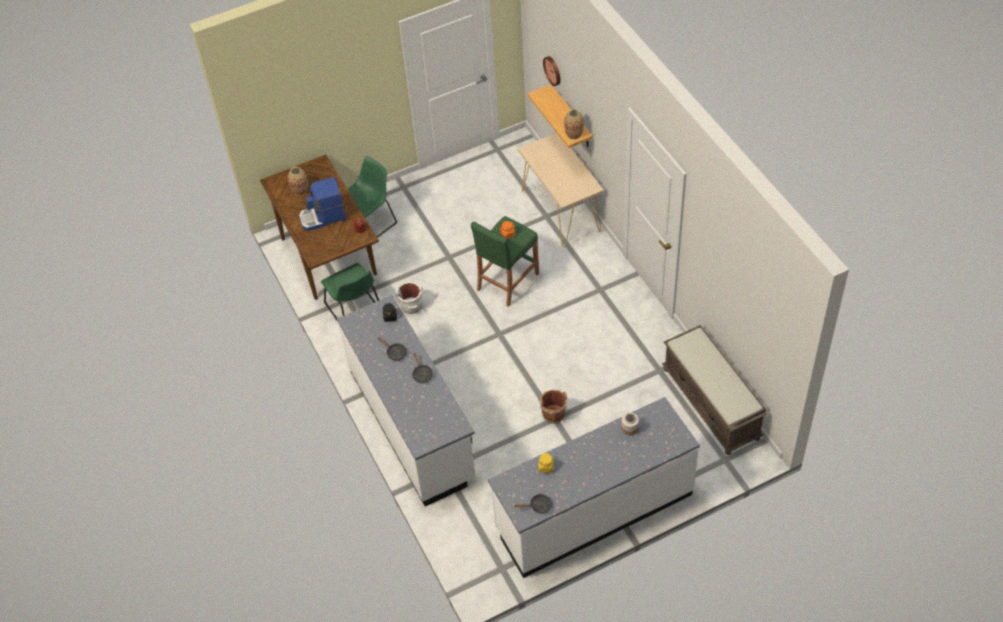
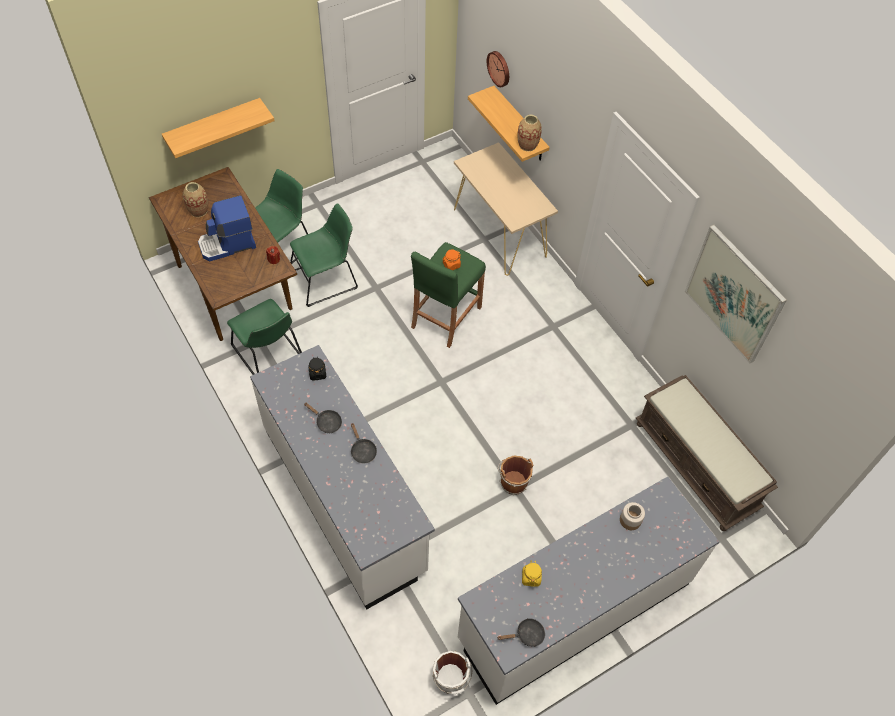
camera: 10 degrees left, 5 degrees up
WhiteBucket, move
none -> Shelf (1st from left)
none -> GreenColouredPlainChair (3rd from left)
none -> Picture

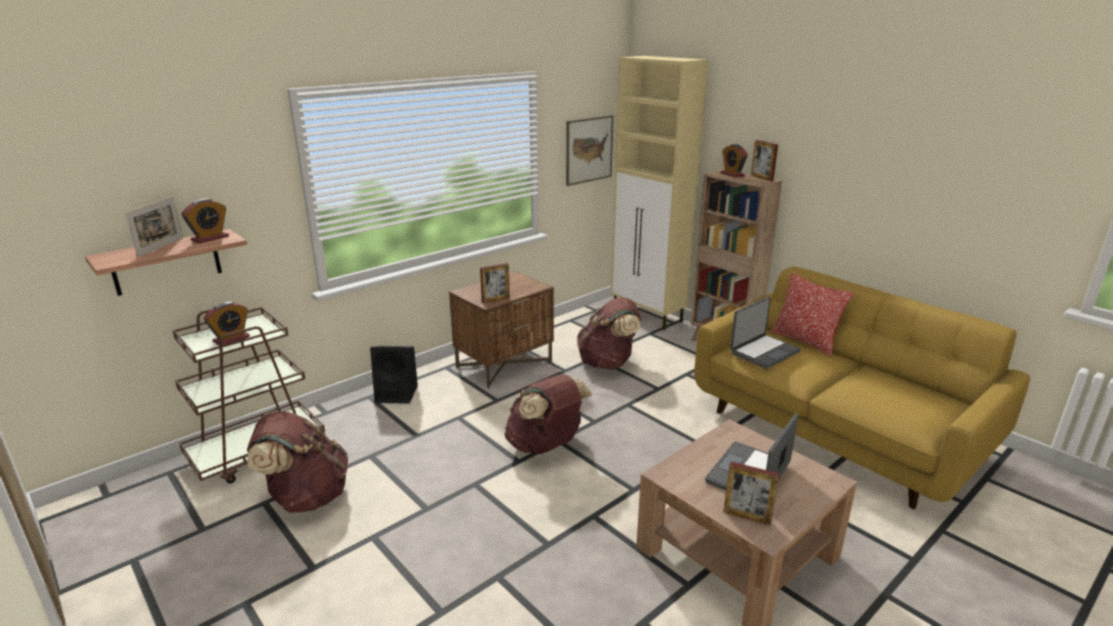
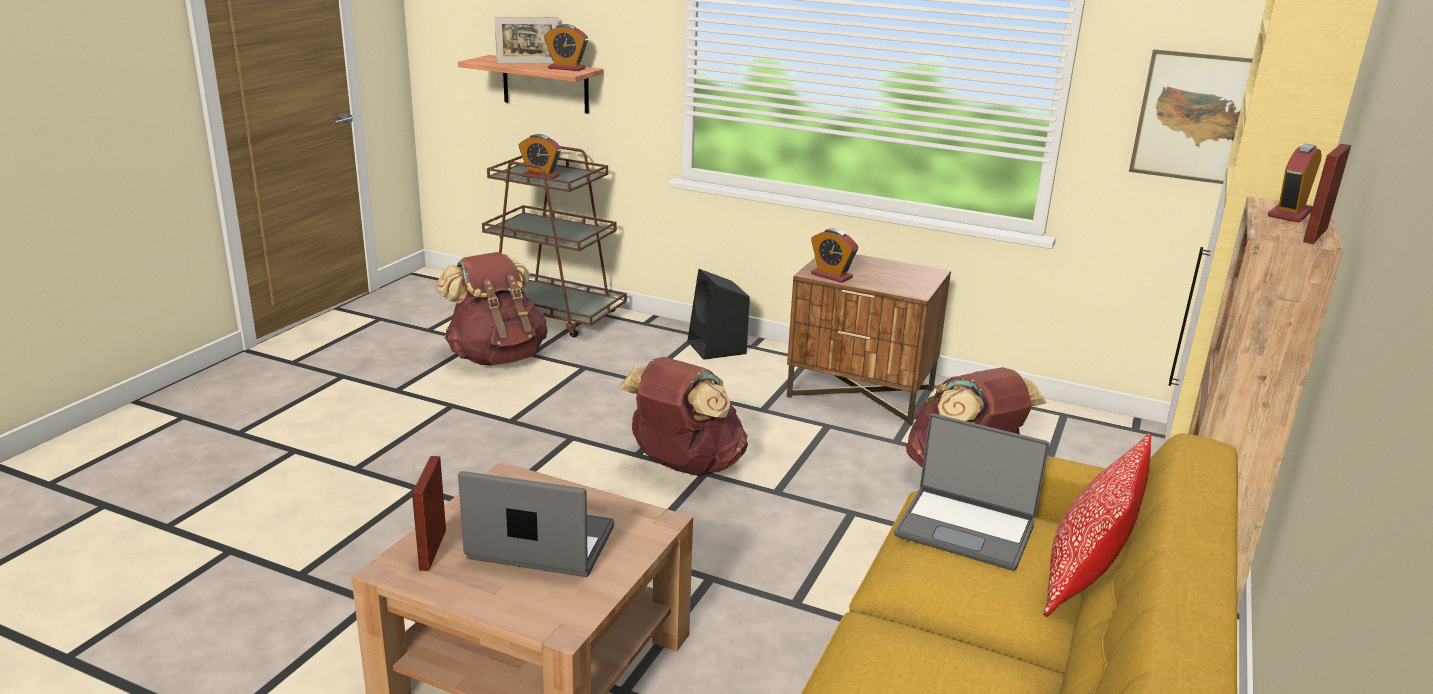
camera: 65 degrees right, 0 degrees up
PictureFrame (2nd from left) -> AlarmClock (3rd from left)

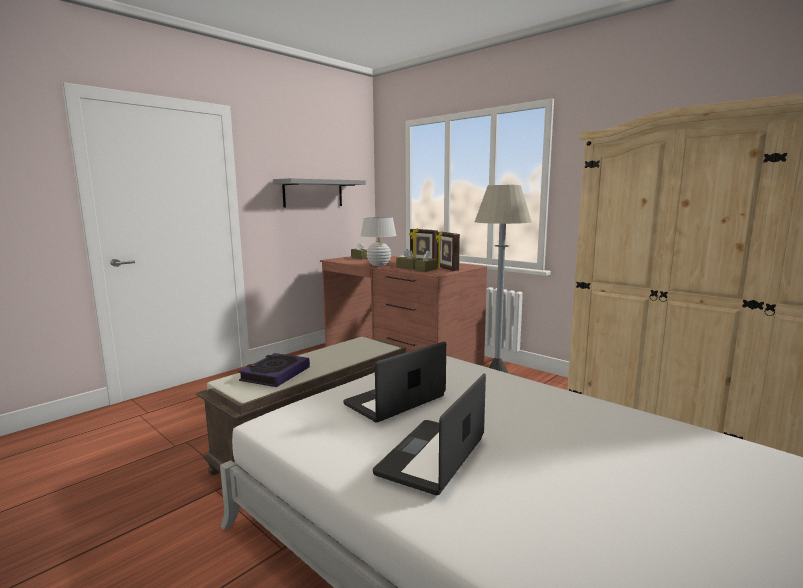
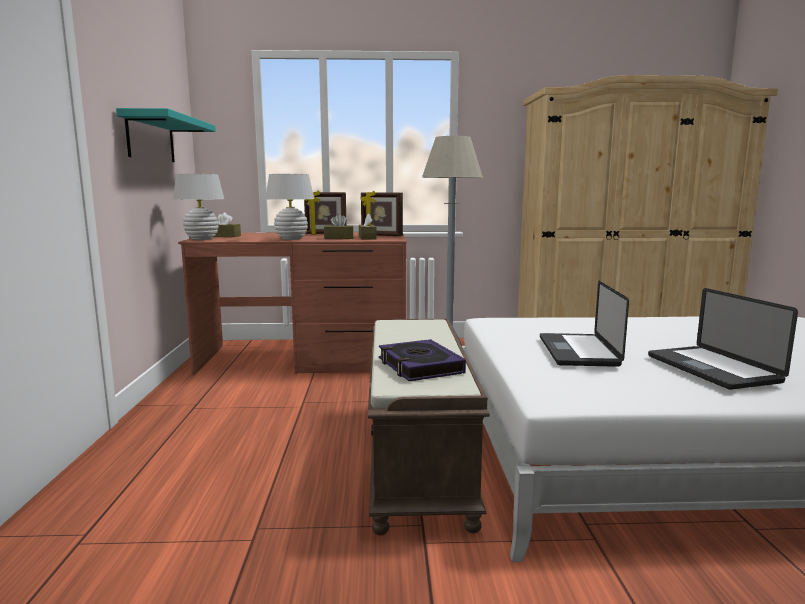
camera: 45 degrees left, 0 degrees up
GreyishShelf -> TurquoiseColouredShelf
none -> WhiteTabletopLamp (1st from left)

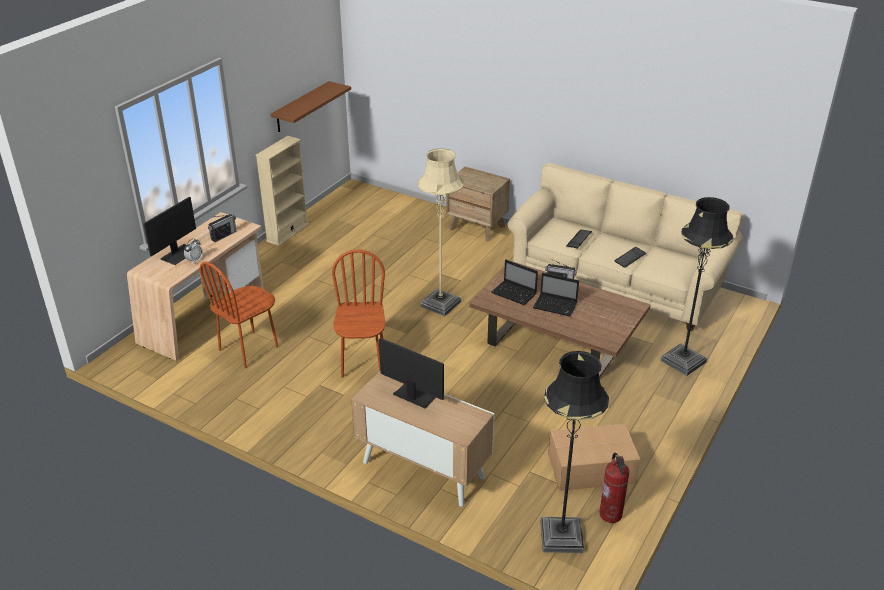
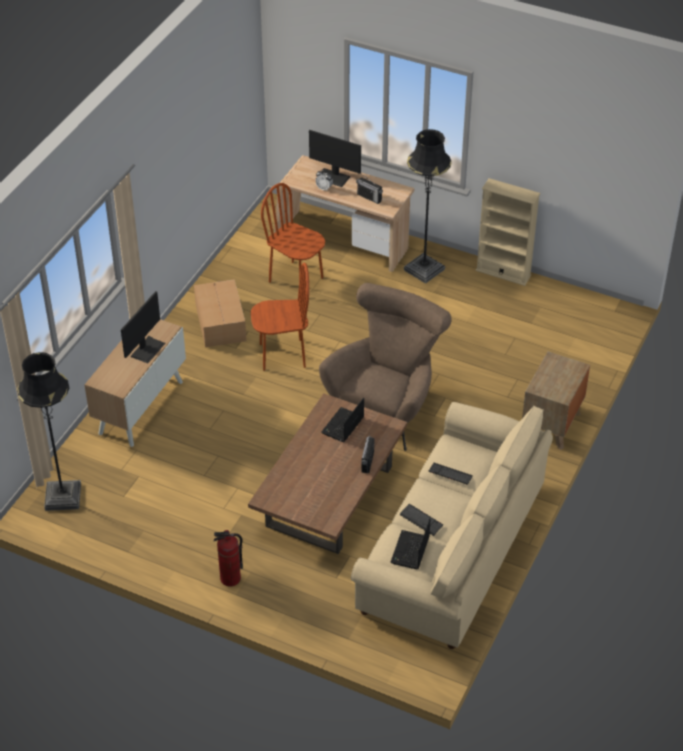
camera: 85 degrees right, 10 degrees up
BrownishShelf -> none
BeigeStandingLamp -> BrownishArmchair
BlackishStandingLamp (2nd from left), move
Laptop (2nd from left), move
Carton, move
FireExtinguisher, move

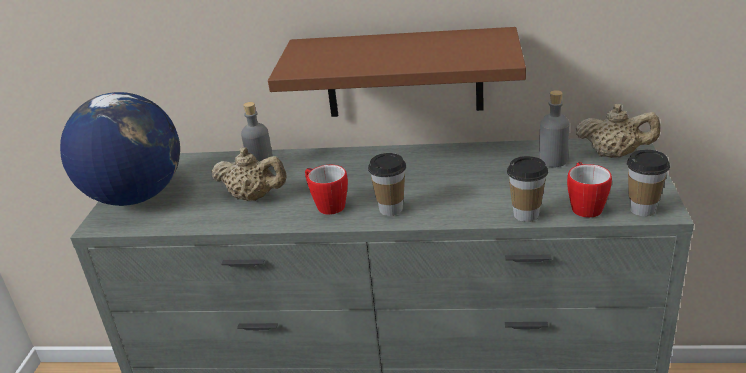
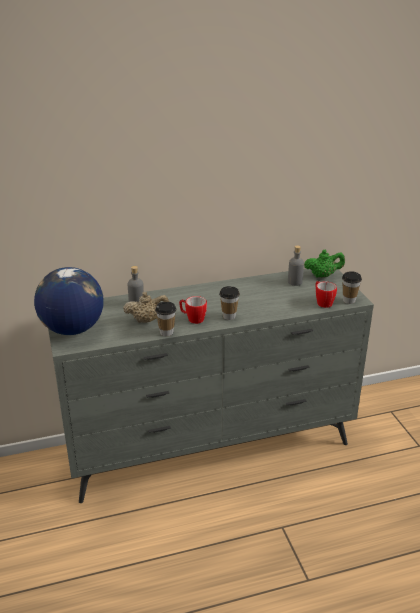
camera: 25 degrees left, 0 degrees up
BrownishShelf -> none
BeigeTeapot (2nd from left) -> GreenColouredTeapot
SmallCup (2nd from left in the first image) -> SmallCup (1st from left), move

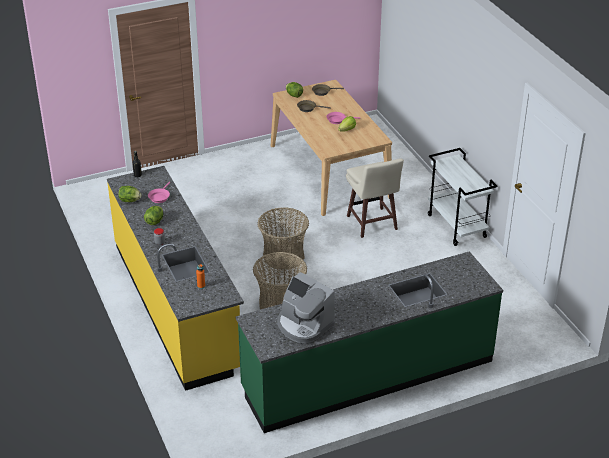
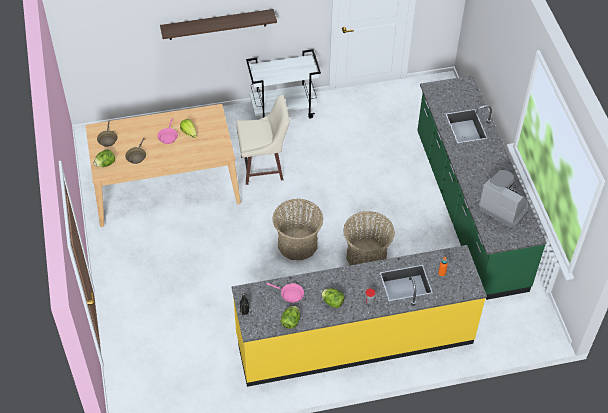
camera: 80 degrees left, 15 degrees up
CoffeeMachine, 105 degrees counterclockwise
none -> Shelf

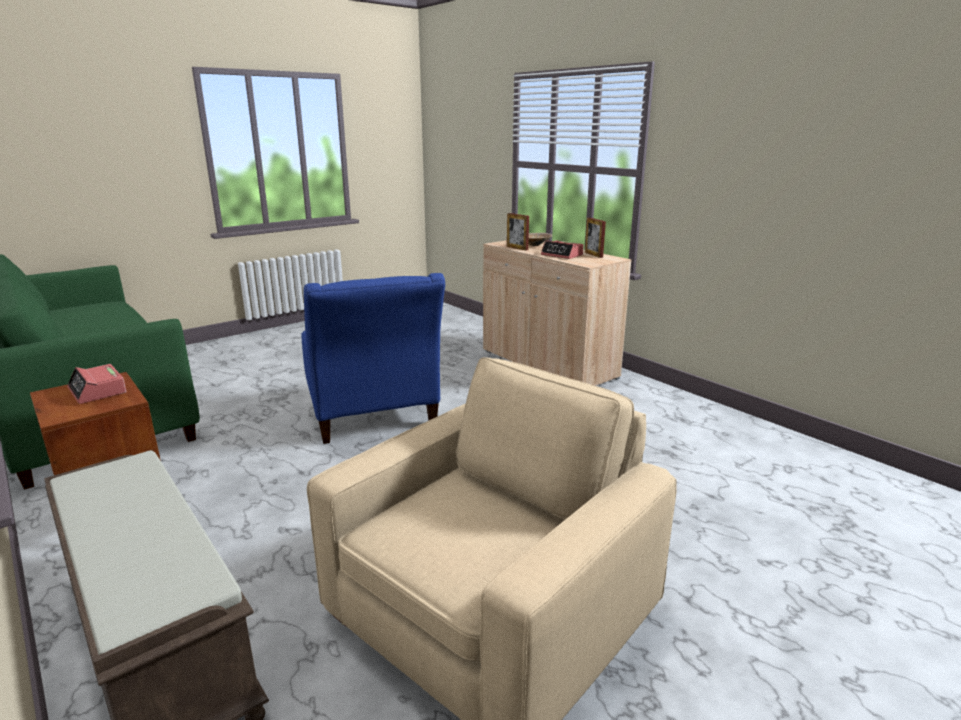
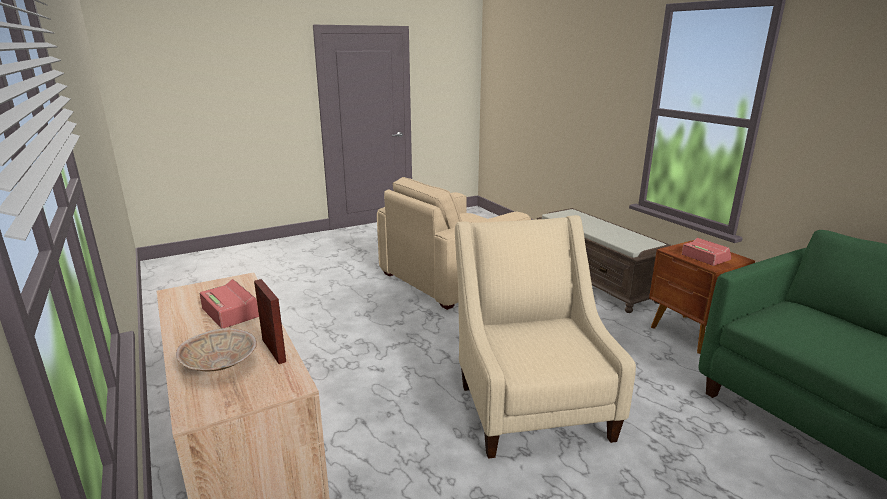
camera: 170 degrees left, 0 degrees up
PictureFrame (2nd from left) -> none
BlueArmchair -> BeigeArmchair (2nd from left)

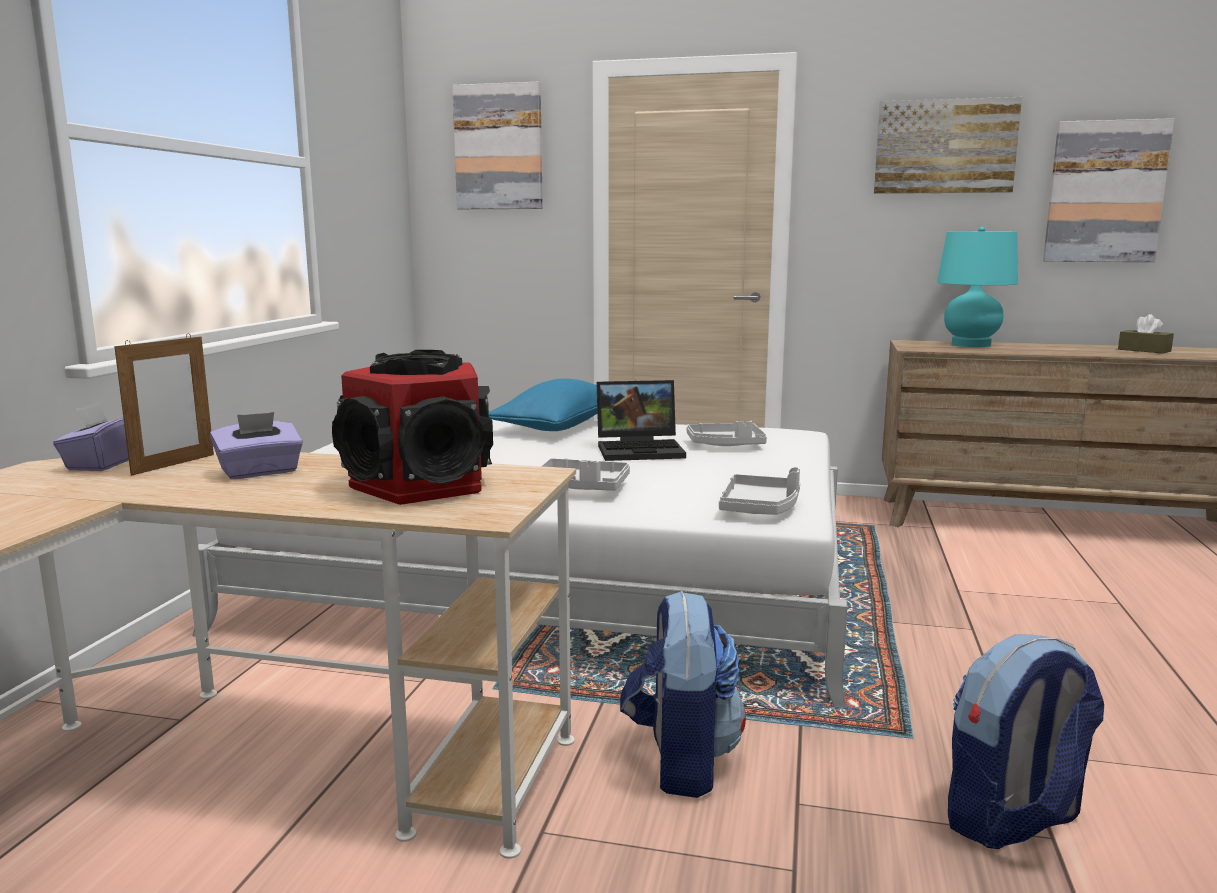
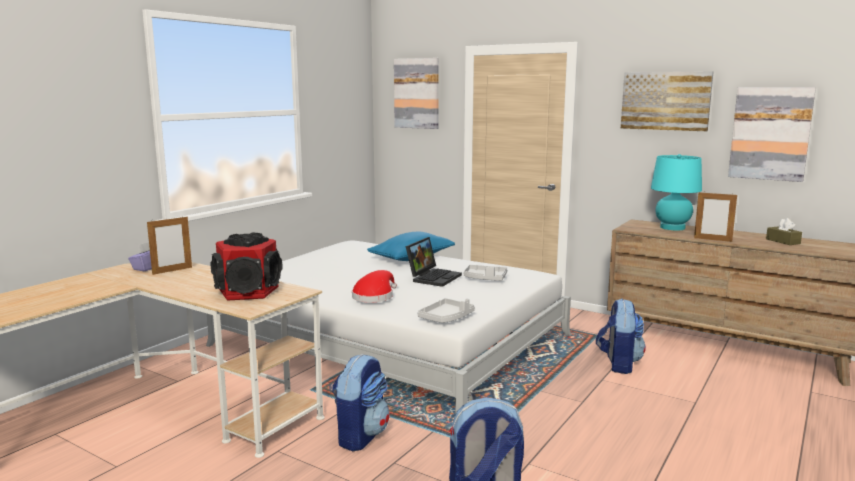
camera: 20 degrees right, 0 degrees up
Laptop, 75 degrees counterclockwise
PurplishBoxOfTissues (2nd from left) -> none
GreyishTray (1st from left) -> RedColouredHat
none -> PictureFrame (2nd from left)
none -> Knapsack (3rd from left)

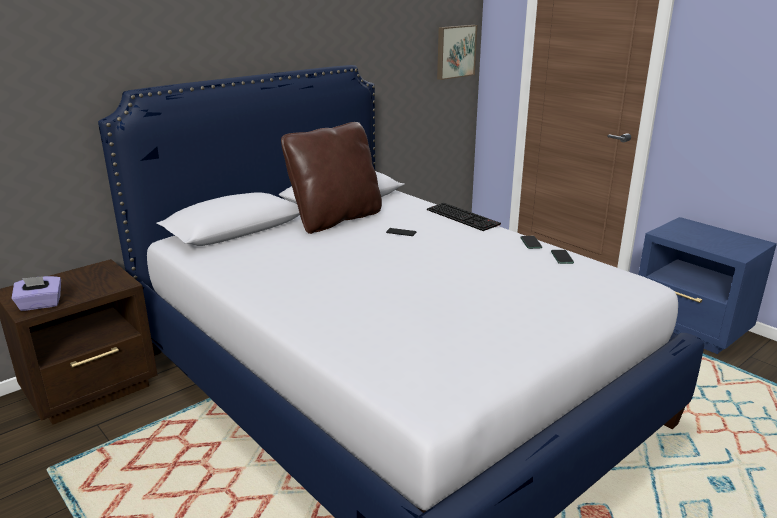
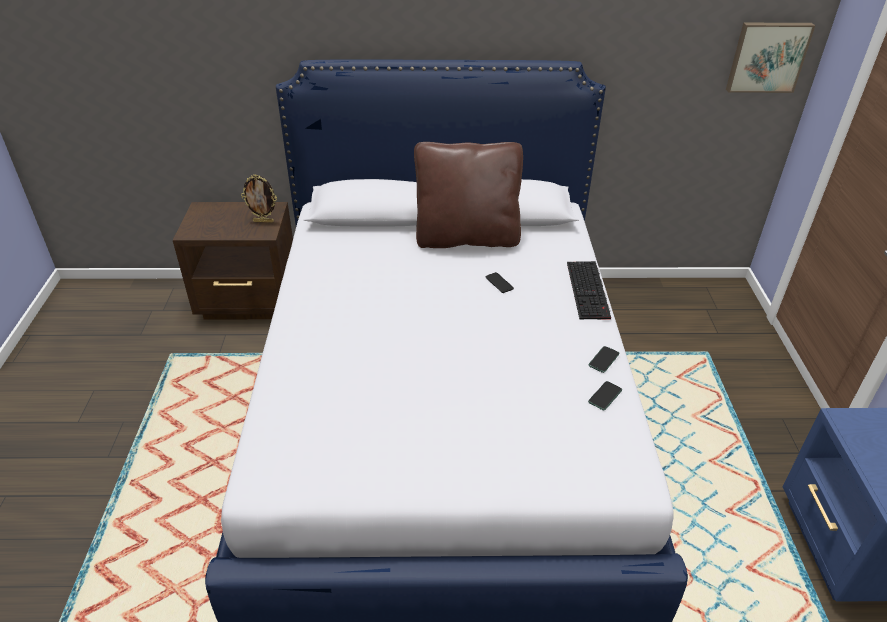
camera: 40 degrees right, 15 degrees up
PurplishBoxOfTissues -> none
none -> PictureFrame

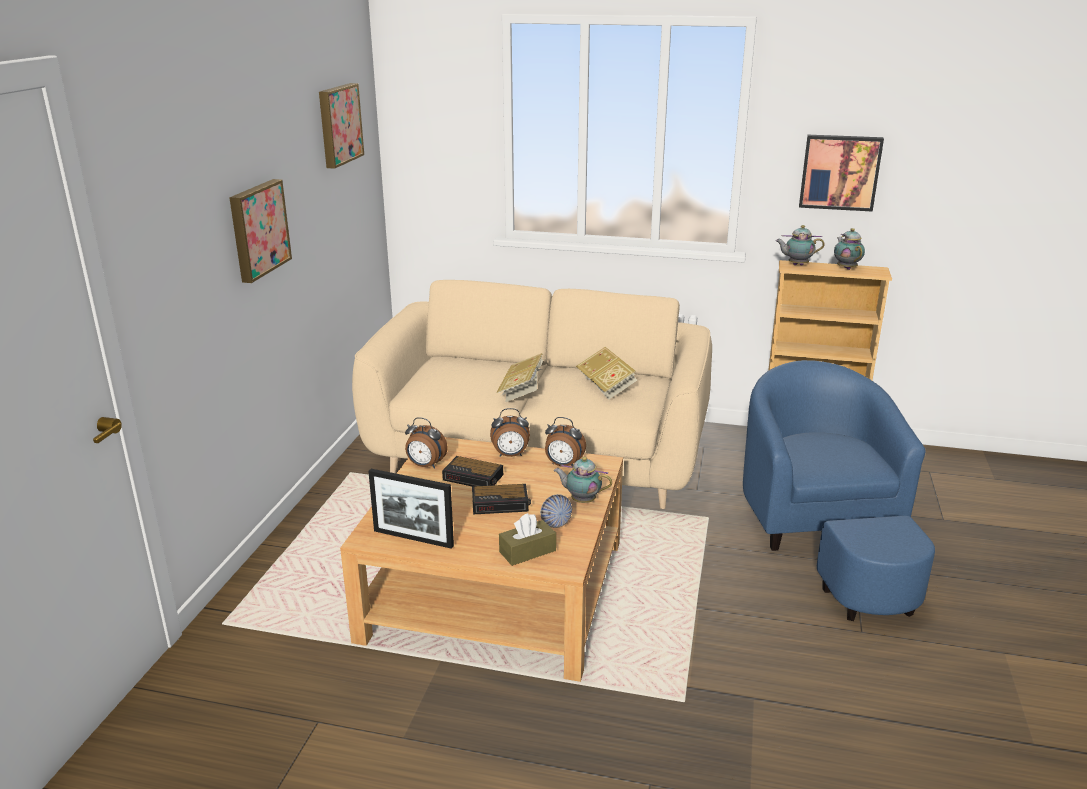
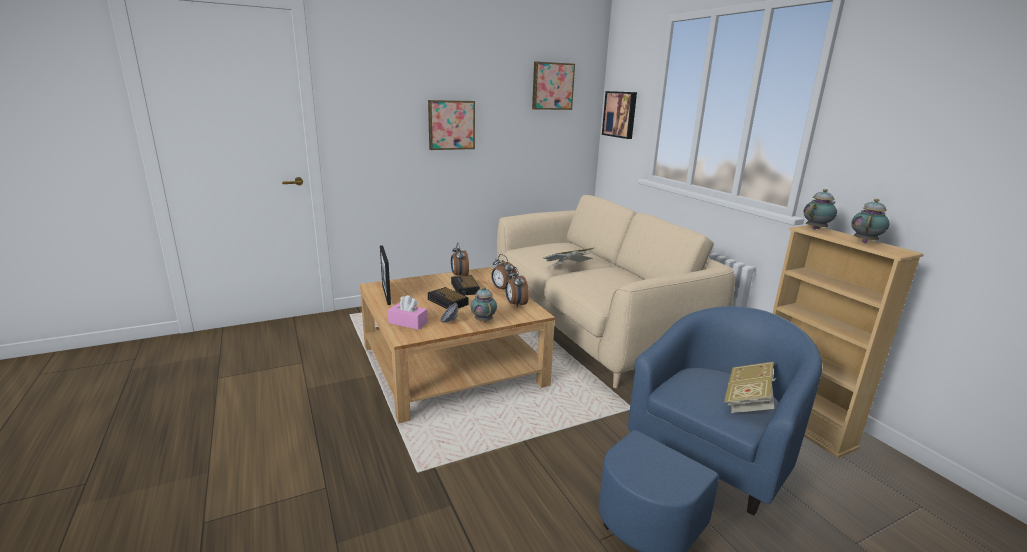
camera: 50 degrees right, 5 degrees down
Picture (3rd from left), move
Teapot (2nd from left), 90 degrees clockwise
Volume (2nd from left), move
BrownishBoxOfTissues -> PinkBoxOfTissues

